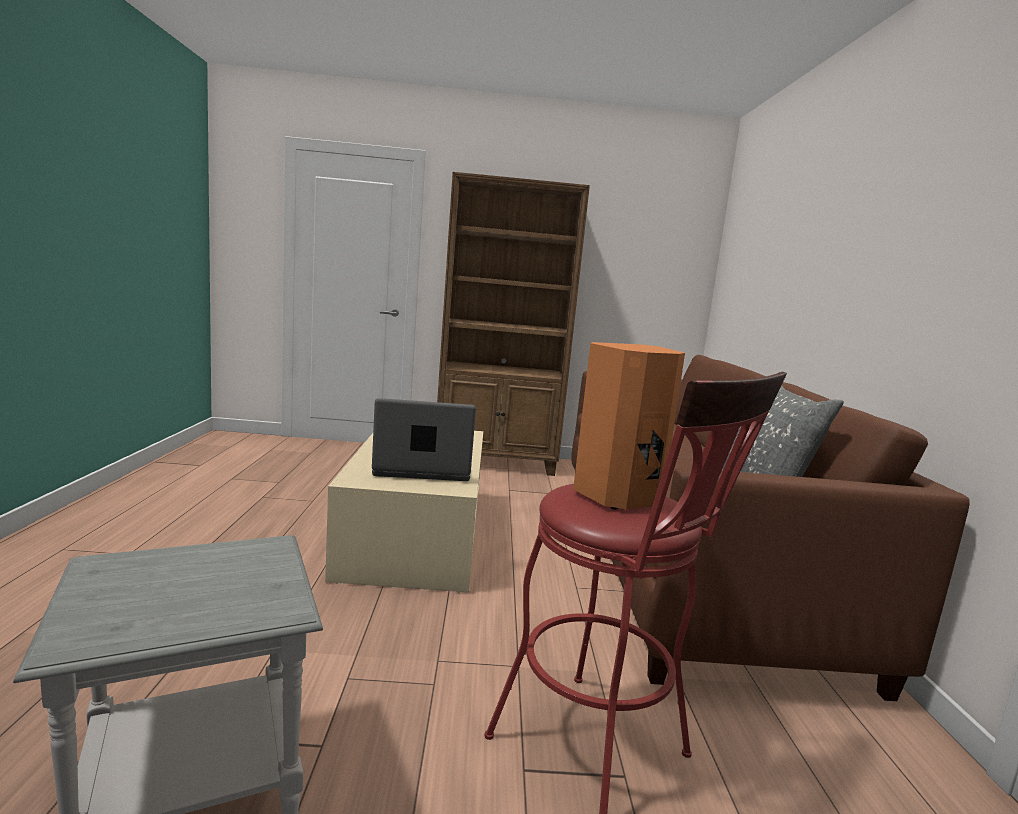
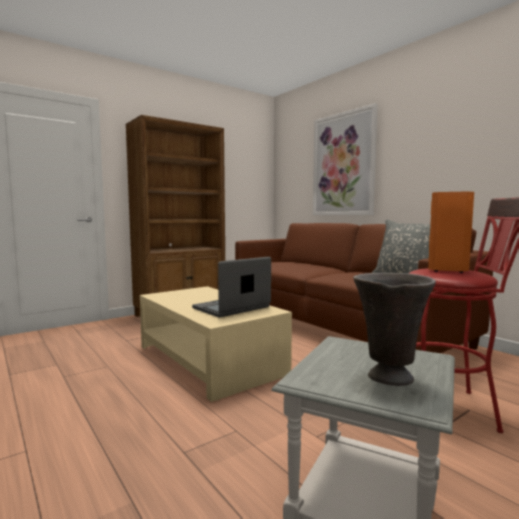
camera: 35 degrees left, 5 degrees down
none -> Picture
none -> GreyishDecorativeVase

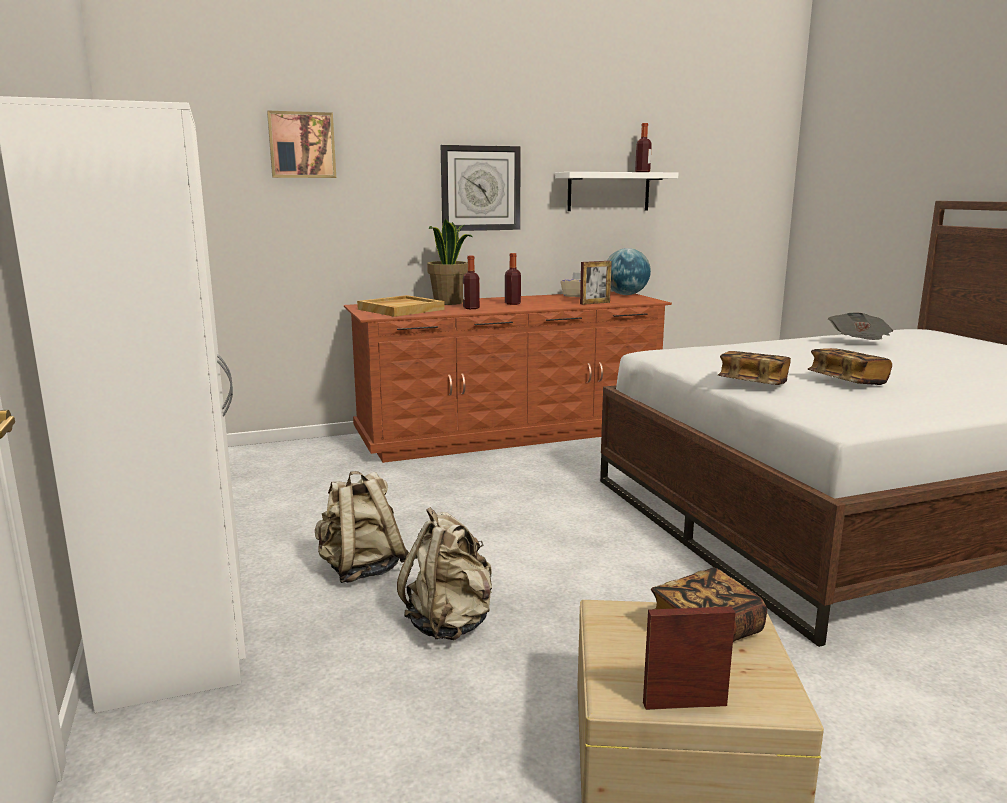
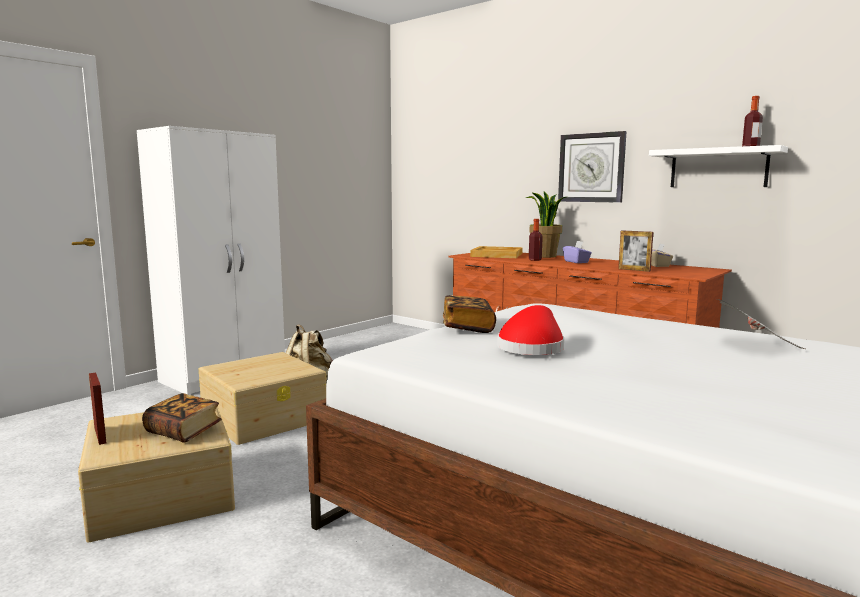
camera: 60 degrees right, 5 degrees down
Picture -> none
WorldGlobe -> none
BeverageBottle (2nd from left) -> PurplishBoxOfTissues
Volume (3rd from left) -> RedColouredHat
BeigeKnapsack (2nd from left) -> BeigeStorageBin (2nd from left)

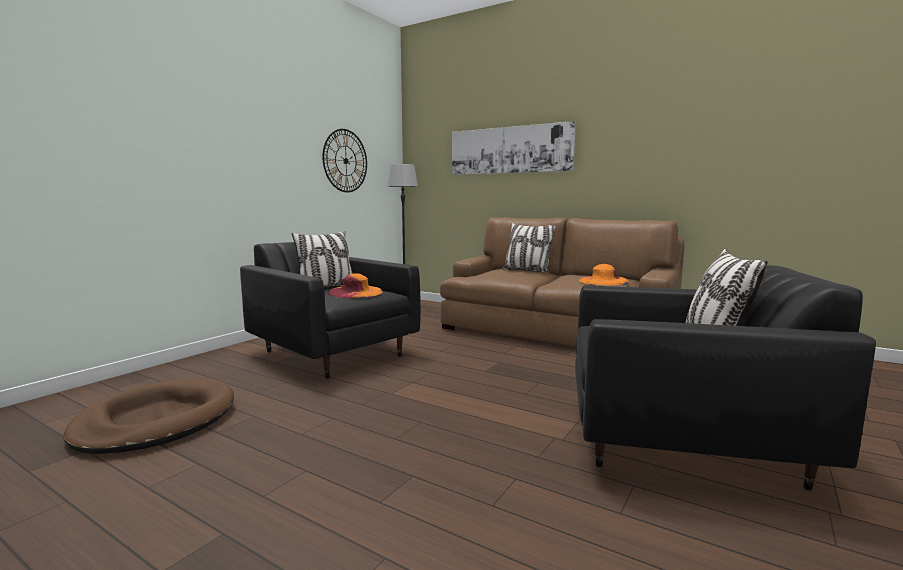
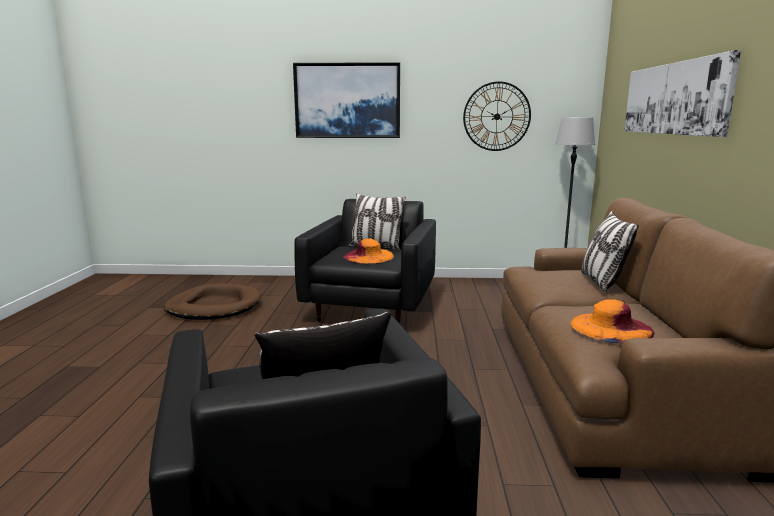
camera: 60 degrees right, 5 degrees up
none -> Picture (1st from left)

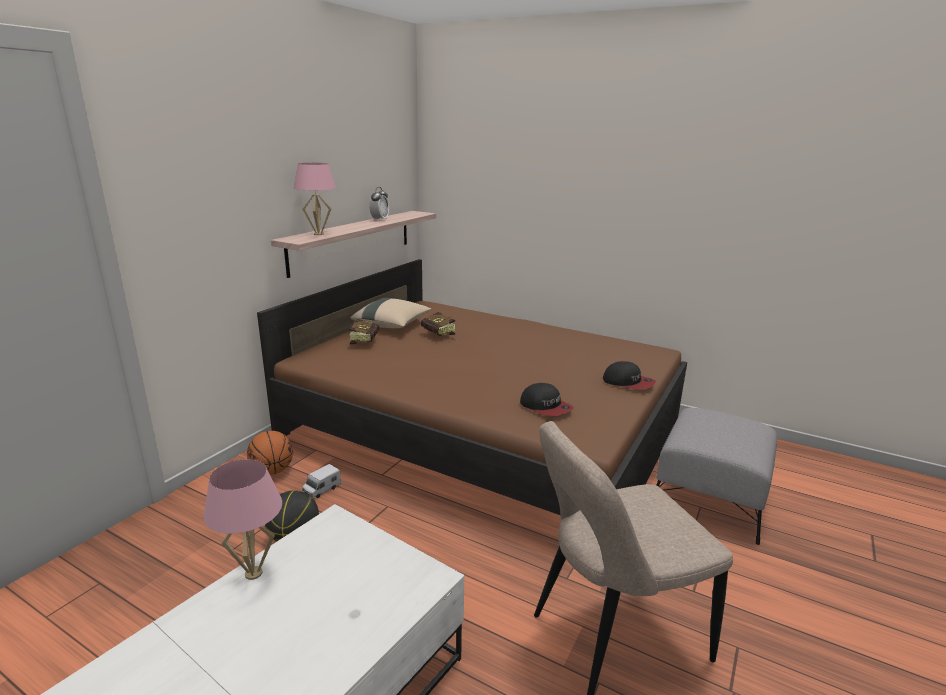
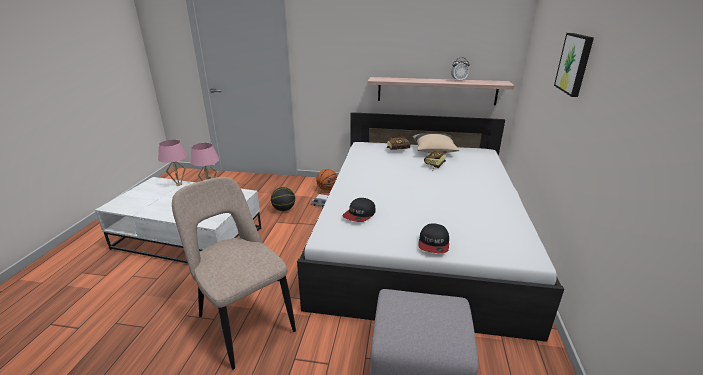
camera: 70 degrees right, 5 degrees up
PinkTabletopLamp (2nd from left in the first image) -> PinkTabletopLamp (1st from left), move
BrownishBedroomBed -> WhiteBedroomBed
none -> Picture

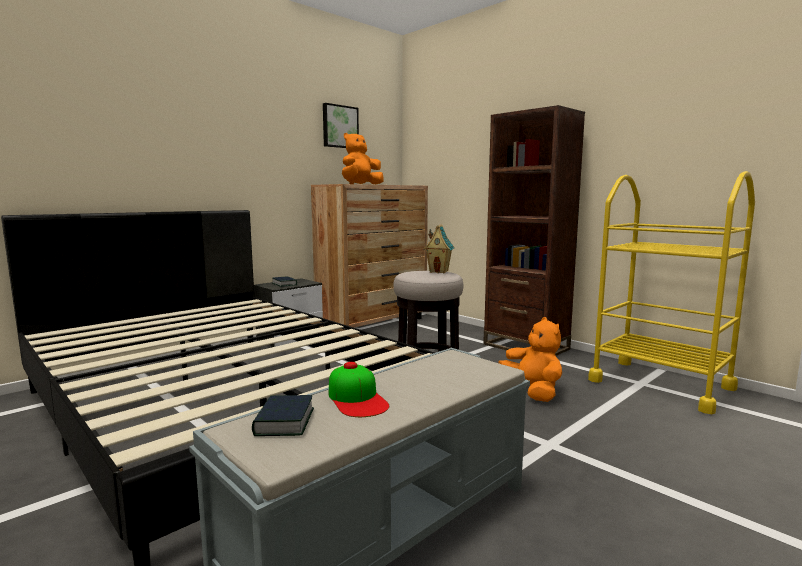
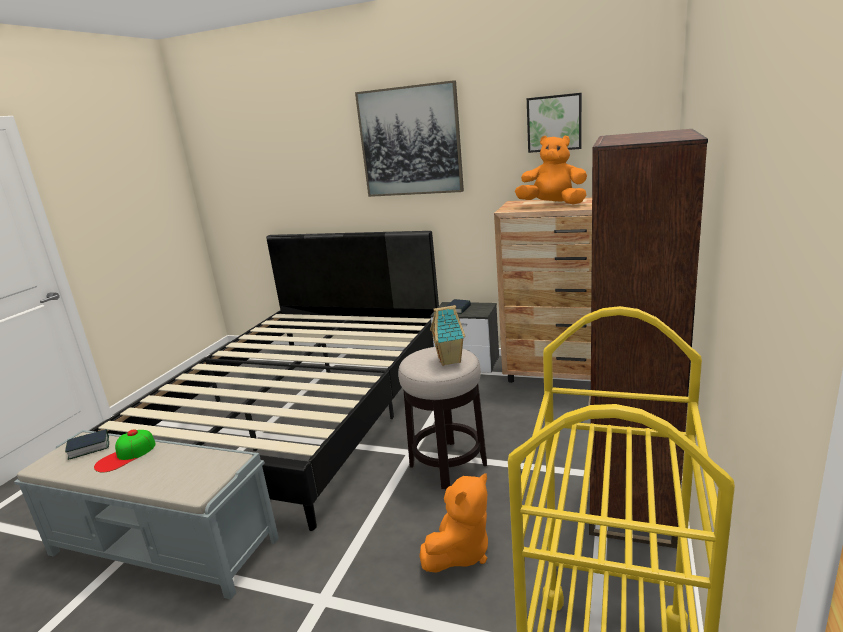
camera: 65 degrees right, 10 degrees up
none -> Picture (1st from left)

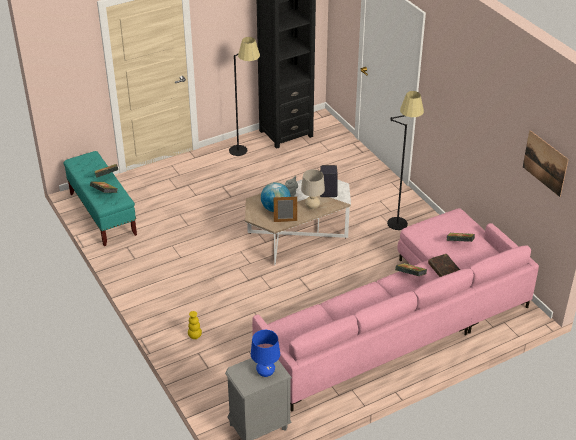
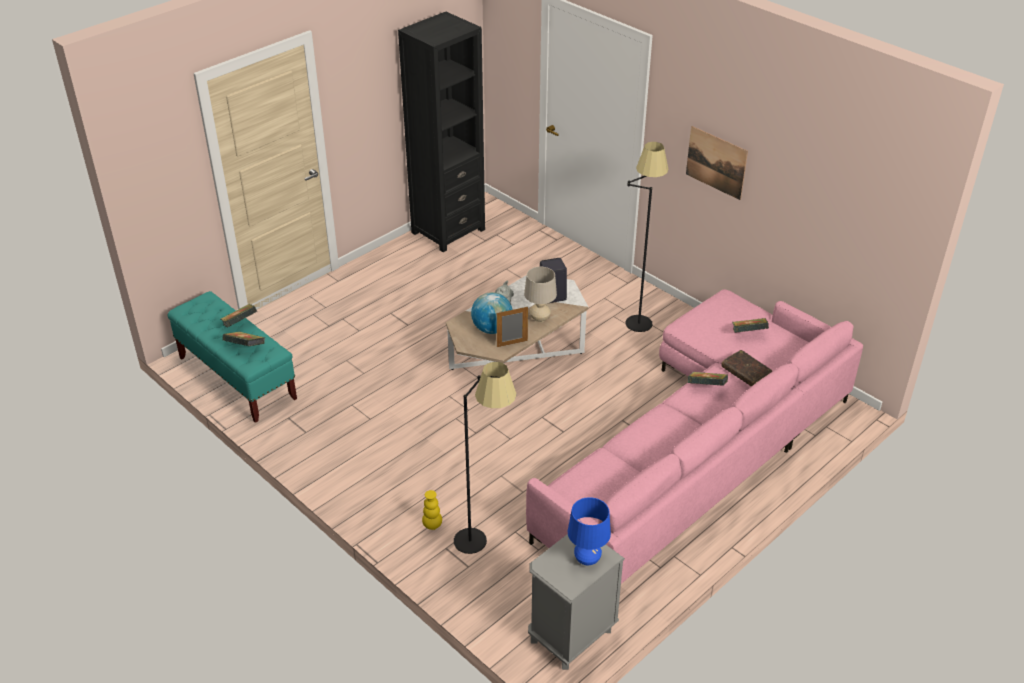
camera: 15 degrees left, 0 degrees up
BlackishStandingLamp (1st from left), move
Picture, move

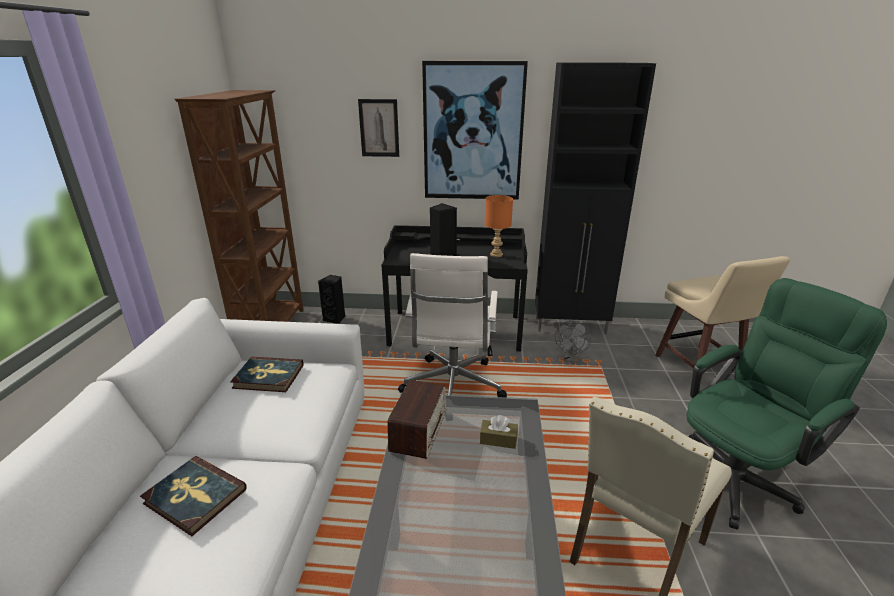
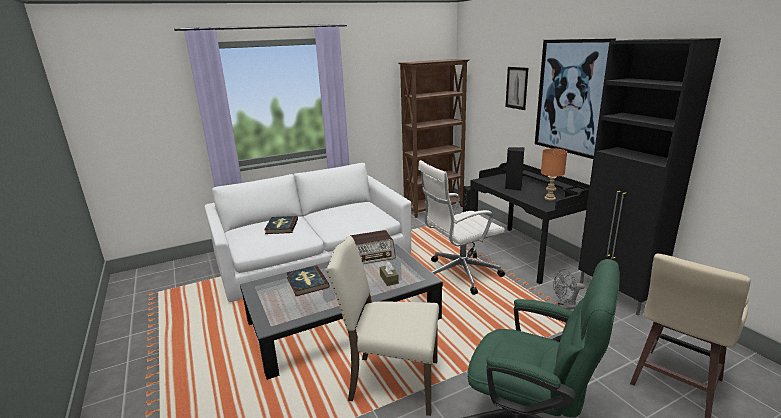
camera: 60 degrees right, 5 degrees down
Volume (2nd from left), move

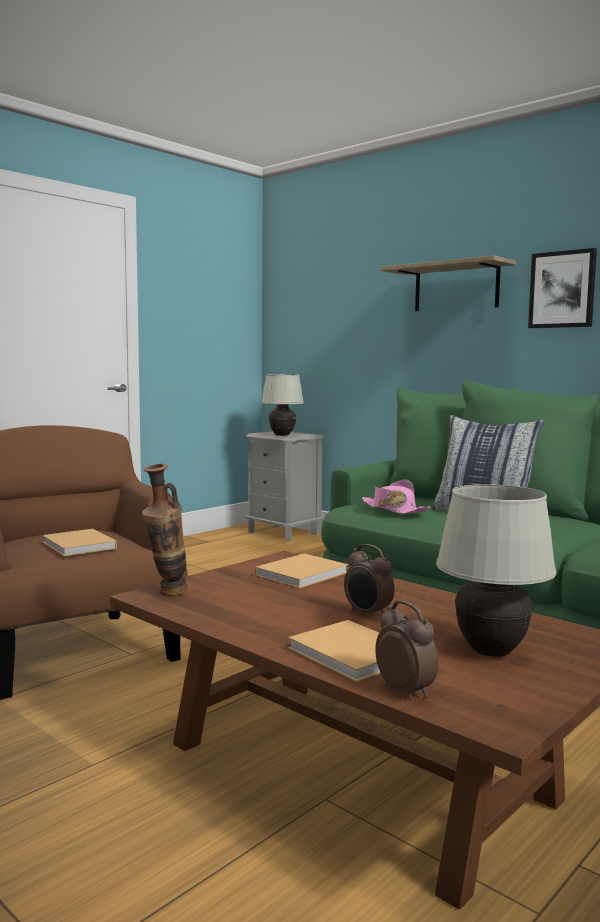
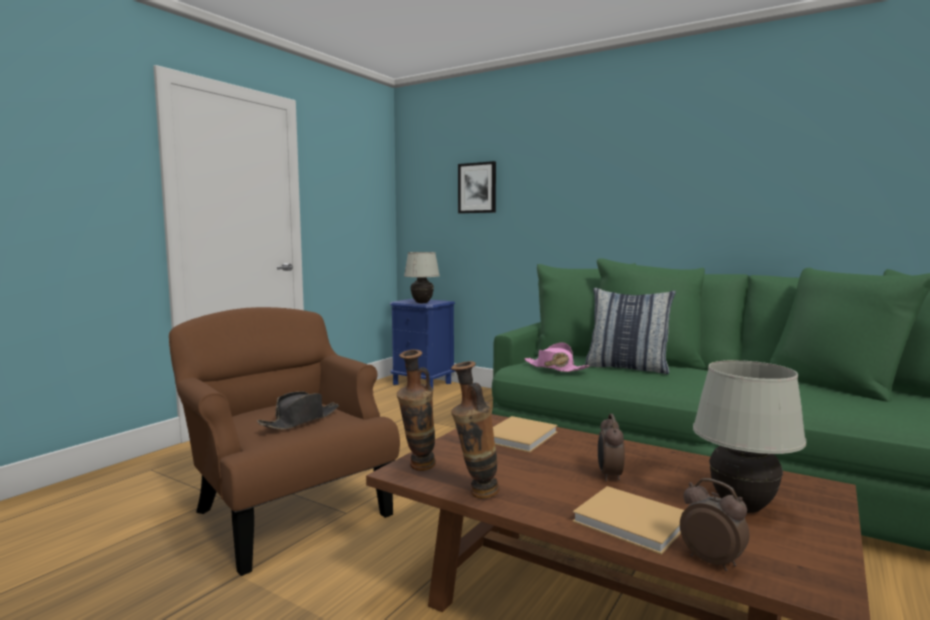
camera: 10 degrees left, 0 degrees up
Picture, move
Shelf -> none
GreyishBedsideTable -> BlueBedsideTable
BeigeVolume (1st from left) -> BlackishHat
AlarmClock (1st from left), 60 degrees clockwise
none -> DecorativeVase (2nd from left)

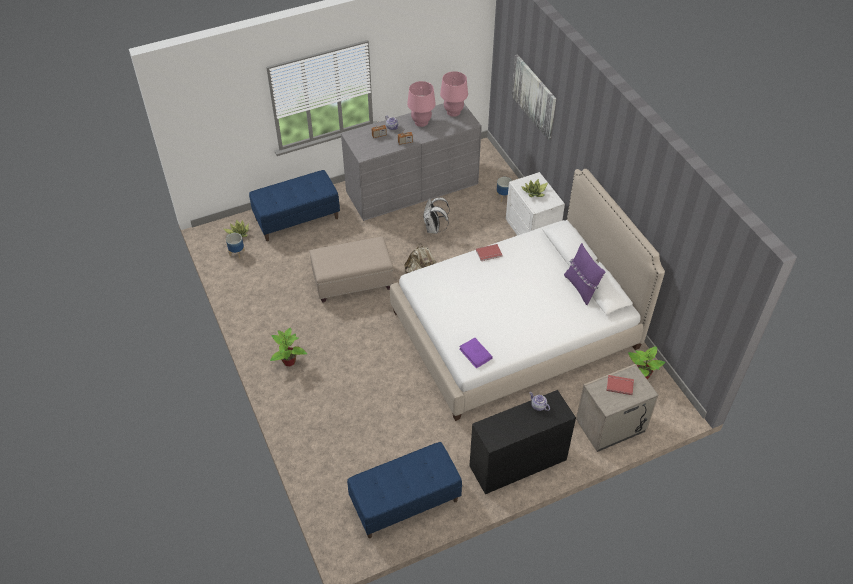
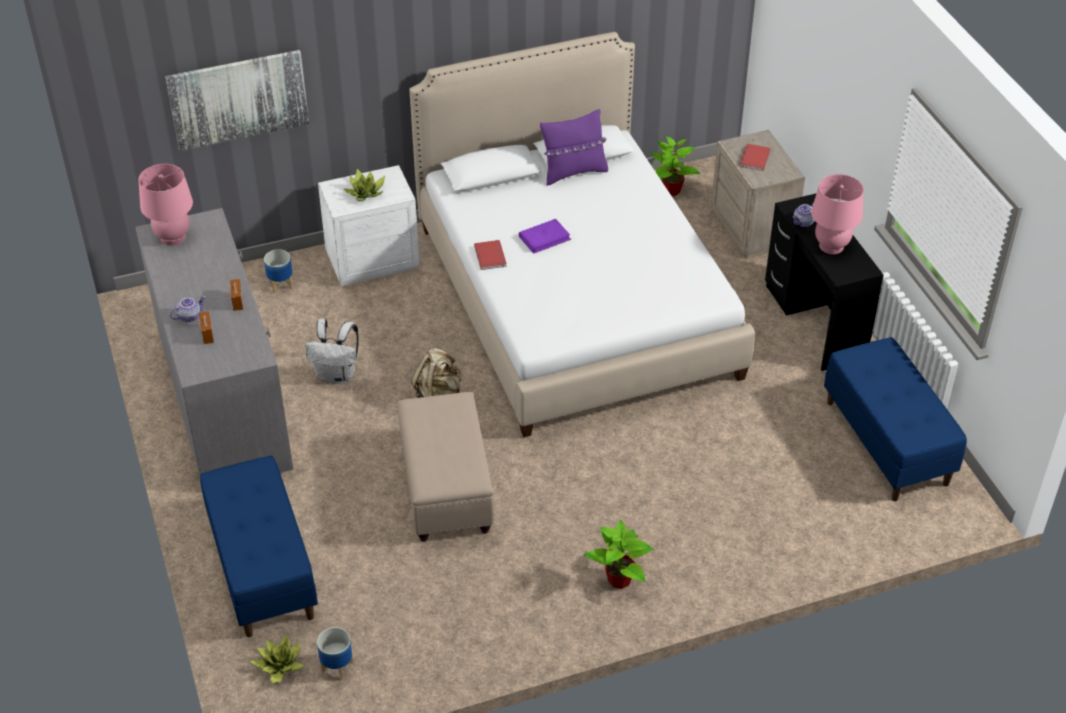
camera: 85 degrees left, 5 degrees down
PinkTabletopLamp (1st from left in the first image) -> PinkTabletopLamp (2nd from left), move
PurplishVolume, move

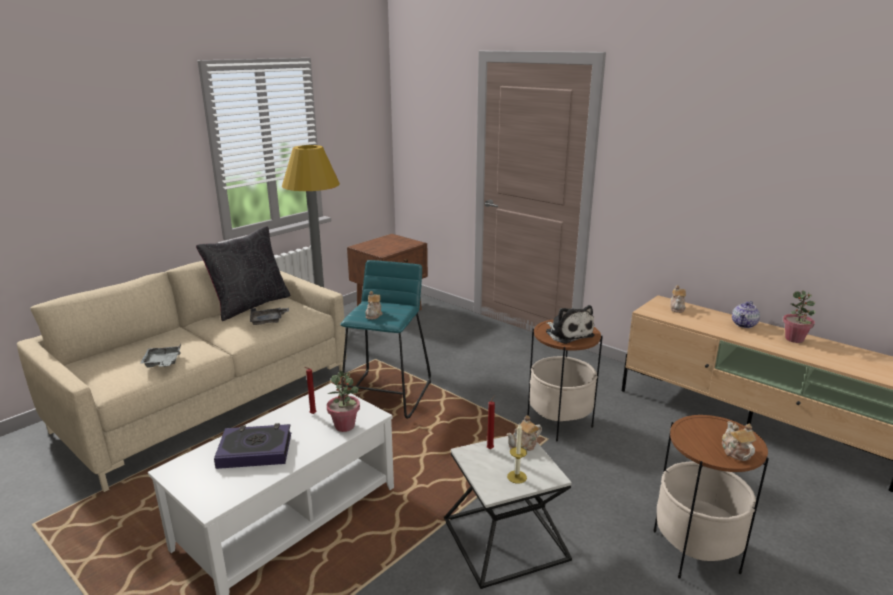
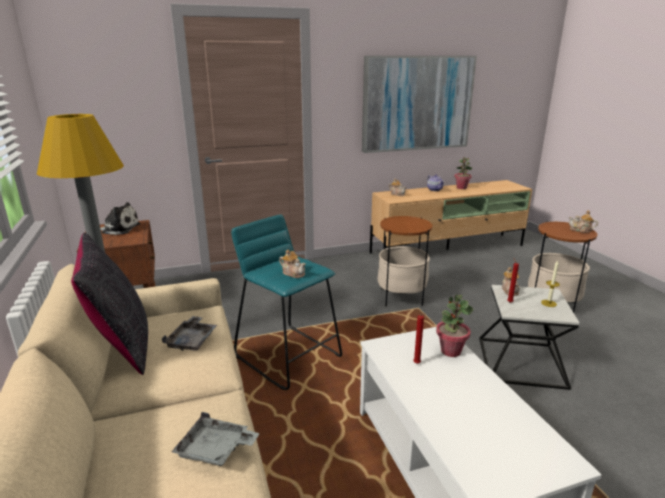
camera: 60 degrees left, 0 degrees up
CuddlyToy, move
Volume -> none
none -> Picture

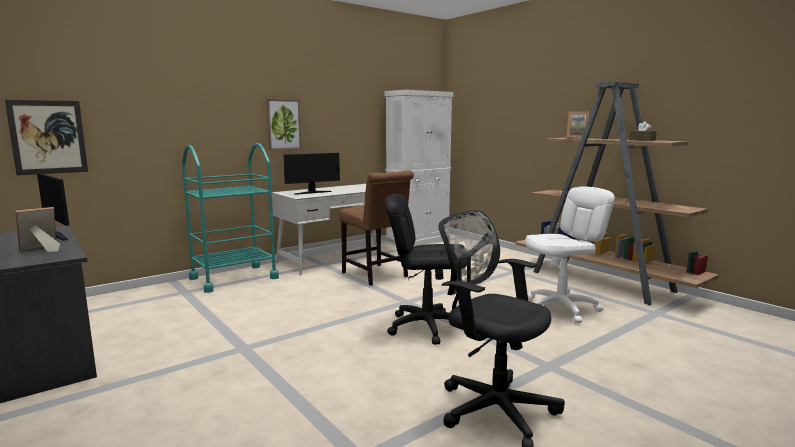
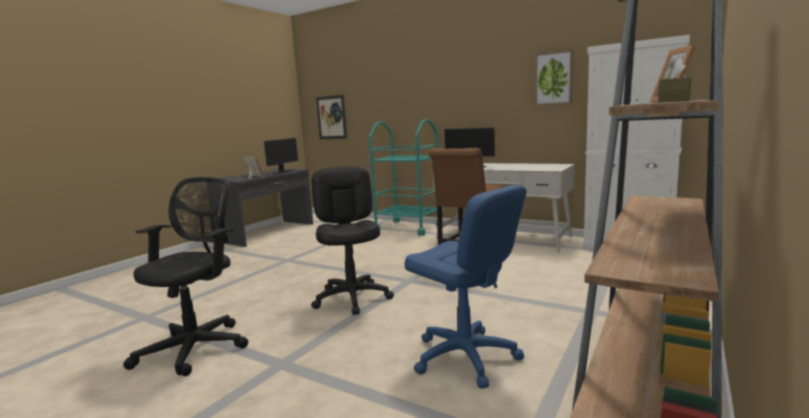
camera: 70 degrees right, 0 degrees up
Picture (2nd from left), move
WhiteOfficeChair -> BlueOfficeChair

